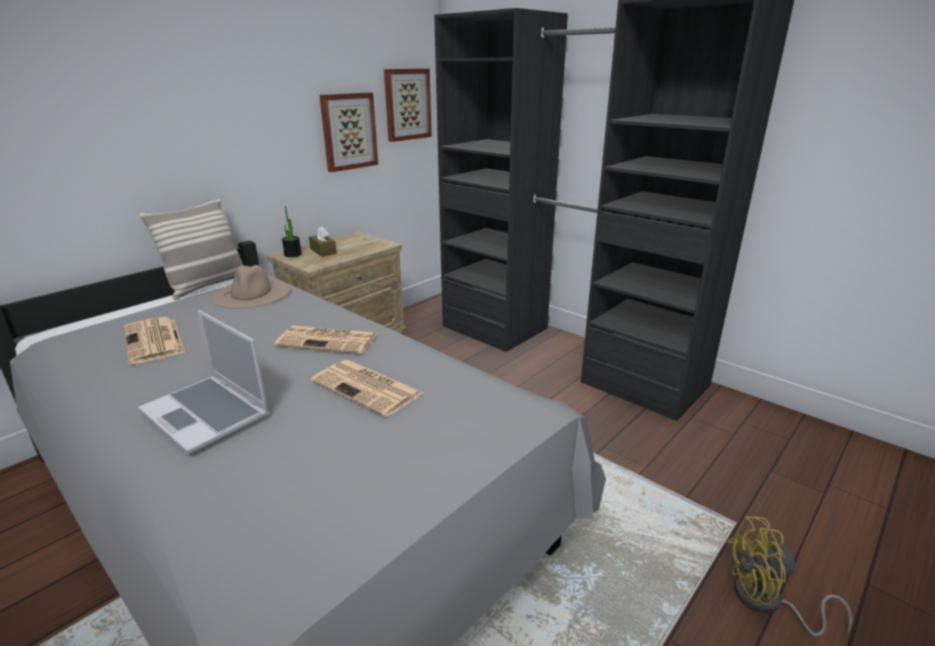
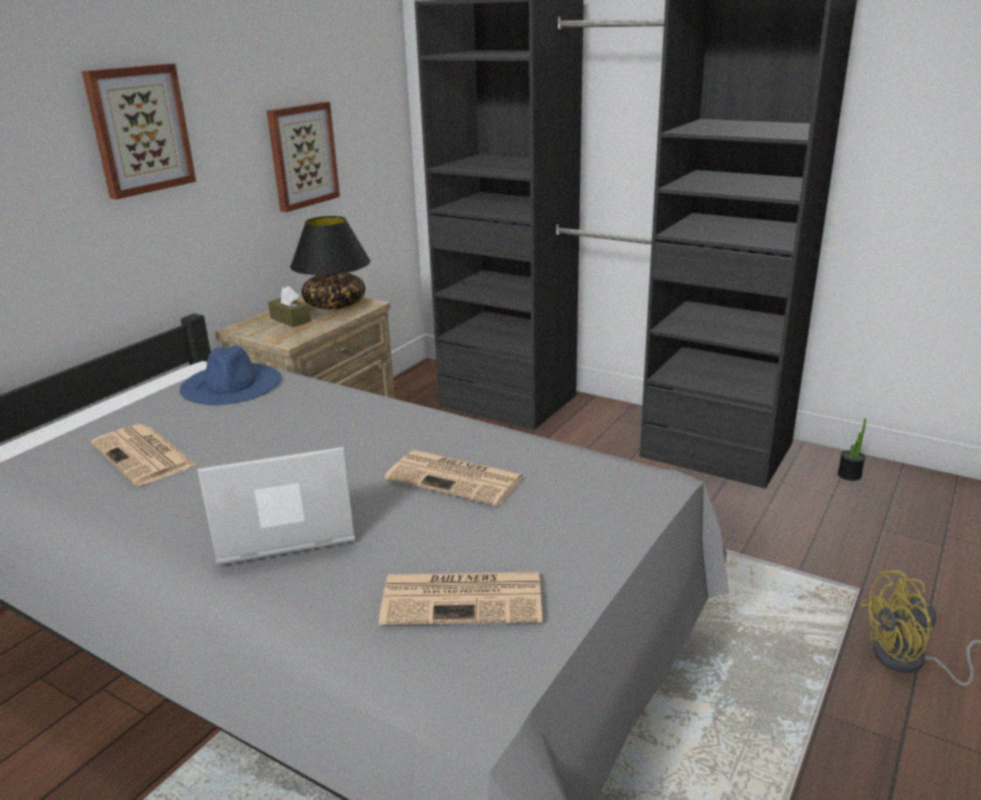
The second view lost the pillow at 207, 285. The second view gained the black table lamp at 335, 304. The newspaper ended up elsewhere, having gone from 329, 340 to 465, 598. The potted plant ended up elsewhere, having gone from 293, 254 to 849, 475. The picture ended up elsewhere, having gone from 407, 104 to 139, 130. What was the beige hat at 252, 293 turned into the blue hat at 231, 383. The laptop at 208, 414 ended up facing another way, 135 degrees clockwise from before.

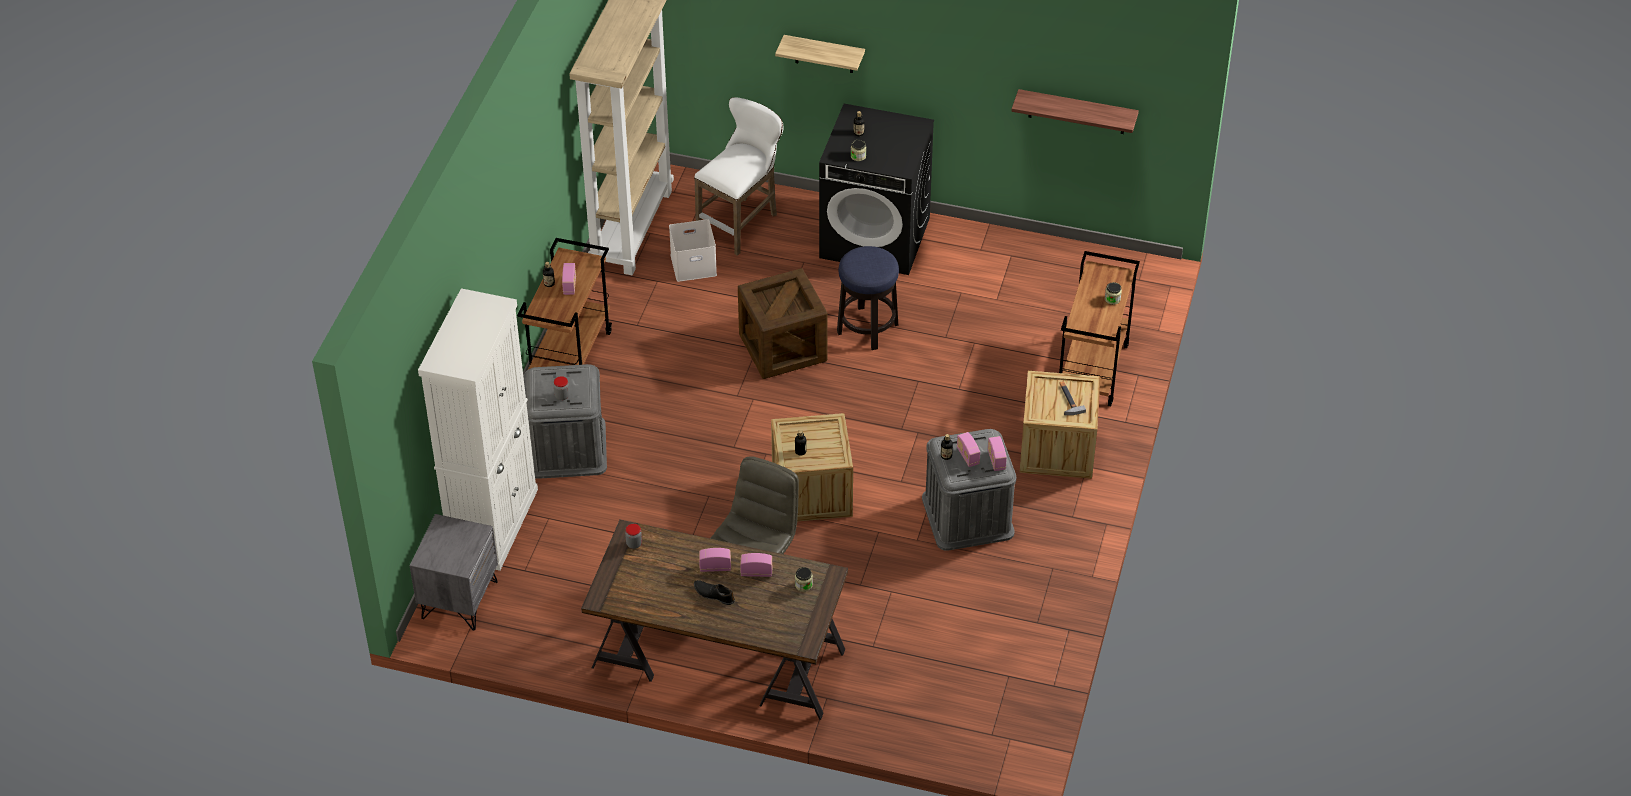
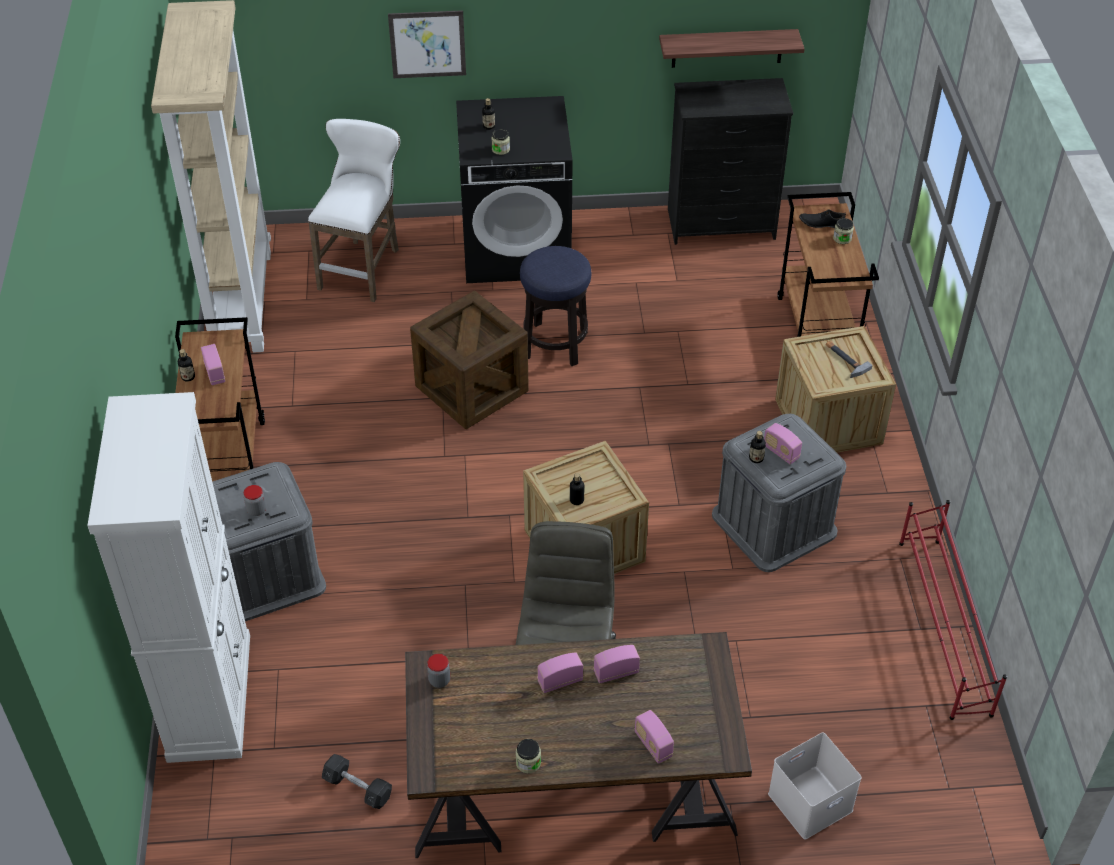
The second view lost the grey nightstand at 459, 599. The second view gained the grey dumbbell at 357, 788. The second view gained the black dresser at 721, 224. The second view gained the red shoe rack at 943, 627. The white storage box ended up elsewhere, having gone from 692, 266 to 810, 803. The black shoe ended up elsewhere, having gone from 714, 594 to 822, 223. The jar ended up elsewhere, having gone from 803, 585 to 528, 763. The radio ended up elsewhere, having gone from 996, 460 to 653, 745. Where the shelf hung at 824, 54, the picture came to hang at 427, 44.

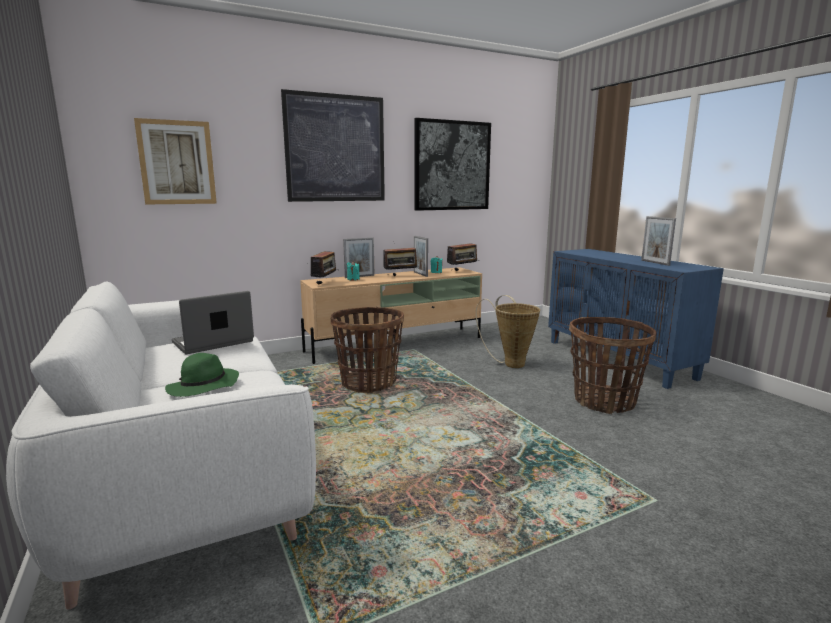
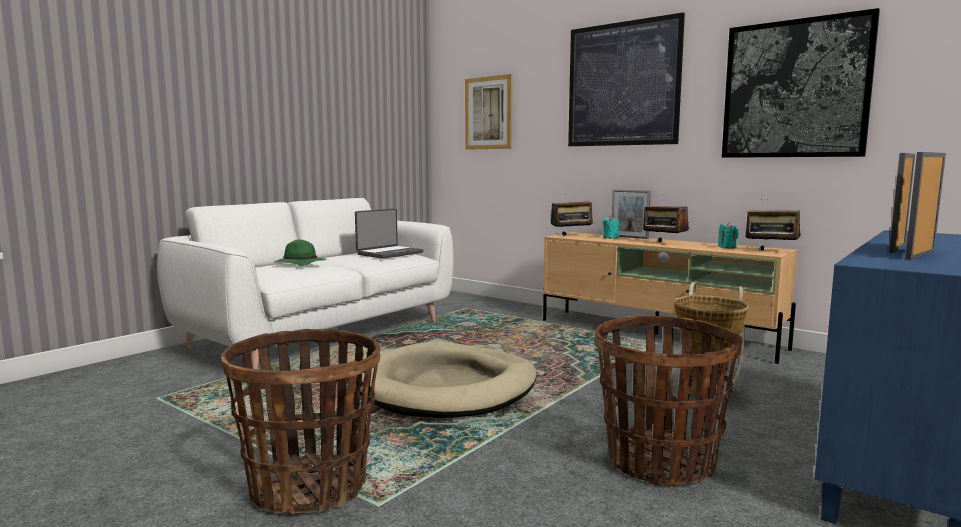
The second view gained the beige dog bed at 448, 387. The basket ended up elsewhere, having gone from 369, 383 to 309, 487. The picture frame ended up elsewhere, having gone from 420, 274 to 897, 248. The laptop at 213, 342 ended up facing another way, 105 degrees clockwise from before.

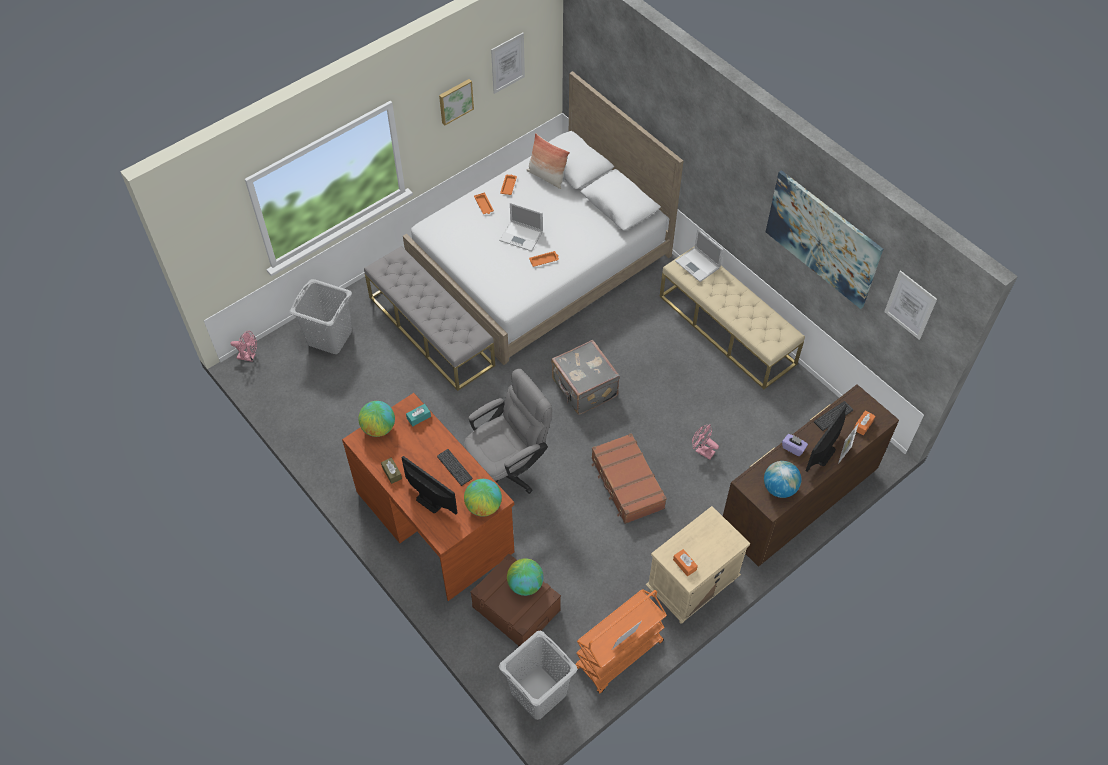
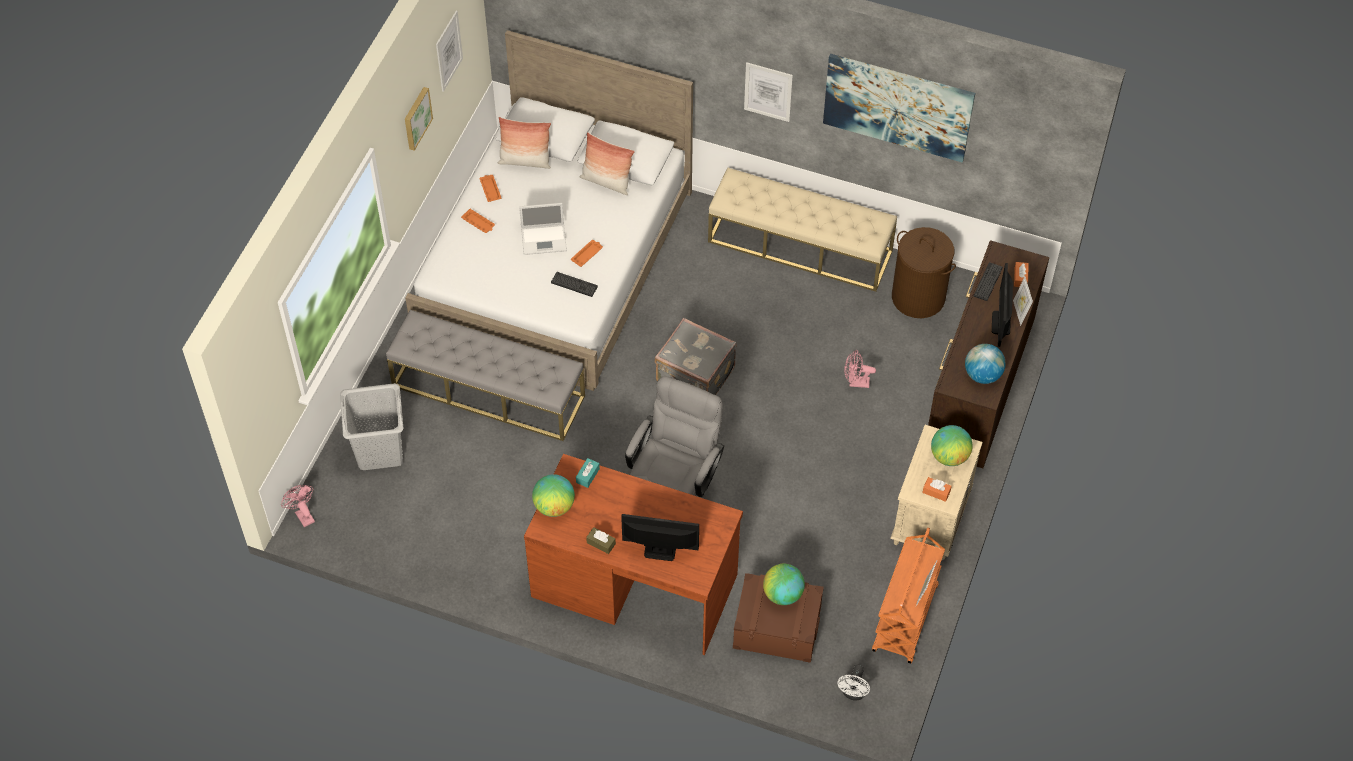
The second view lost the brown suitcase at 627, 484. The second view lost the laptop at 698, 265. The second view lost the purple tissue box at 793, 448. The second view gained the pillow at 606, 182. The second view gained the brown laundry basket at 918, 297. The keyboard ended up elsewhere, having gone from 454, 467 to 574, 284. The globe ended up elsewhere, having gone from 483, 506 to 949, 456. The picture ended up elsewhere, having gone from 910, 305 to 768, 91. Where the grey laundry basket stood at 539, 693, the white fan came to stand at 853, 693. The pink fan at 249, 357 ended up facing another way, 105 degrees counterclockwise from before.

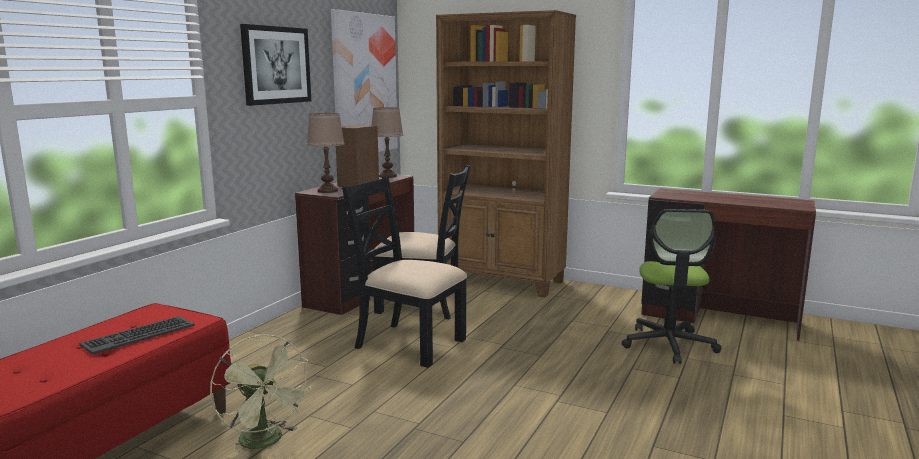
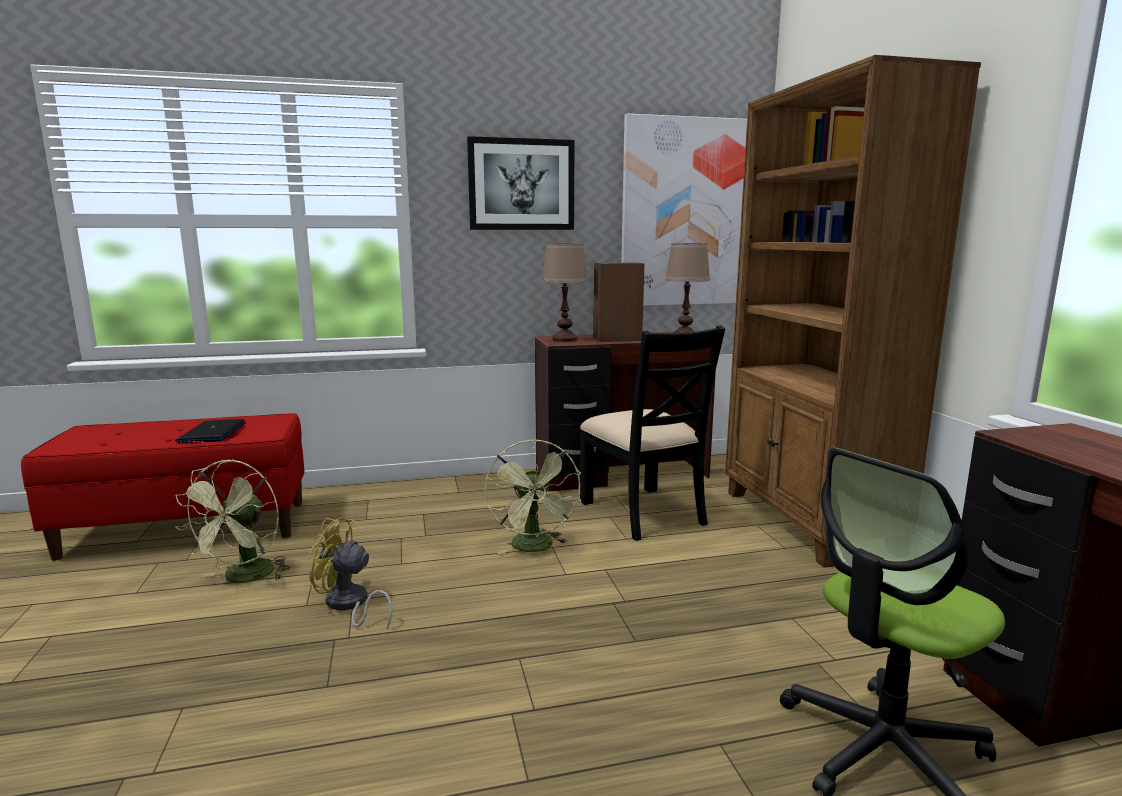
The second view gained the yellow fan at 349, 605. Where the keyboard stood at 138, 335, the laptop came to stand at 212, 433. Where the black chair stood at 408, 343, the green fan came to stand at 535, 548.

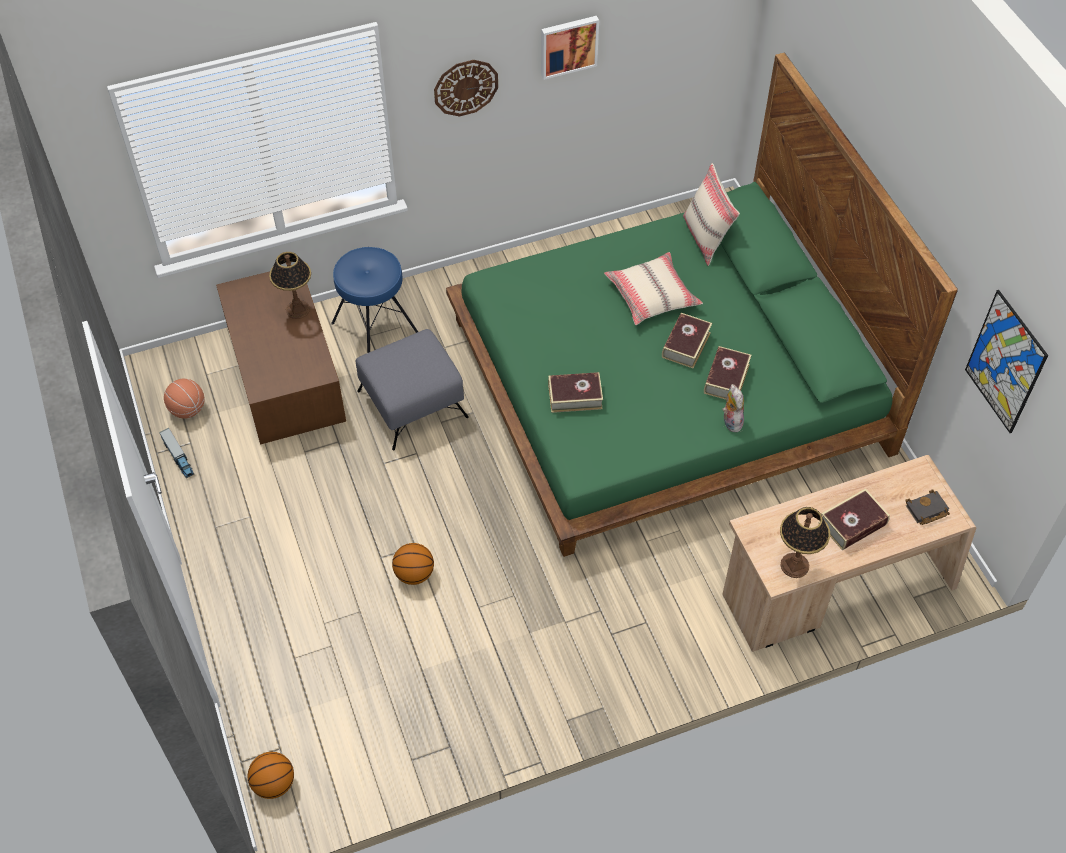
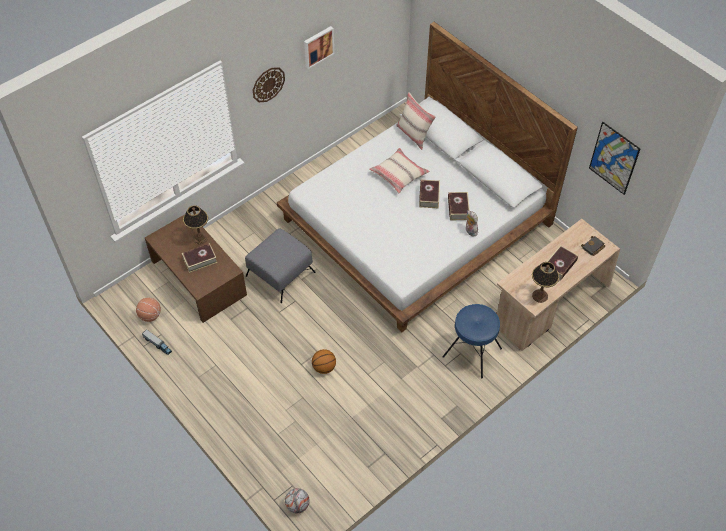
The blue stool ended up elsewhere, having gone from 375, 330 to 472, 353. The book ended up elsewhere, having gone from 575, 397 to 200, 260. Where the basketball stood at 273, 783, the football came to stand at 297, 505. What was the green bed at 665, 382 turned into the white bed at 415, 221.

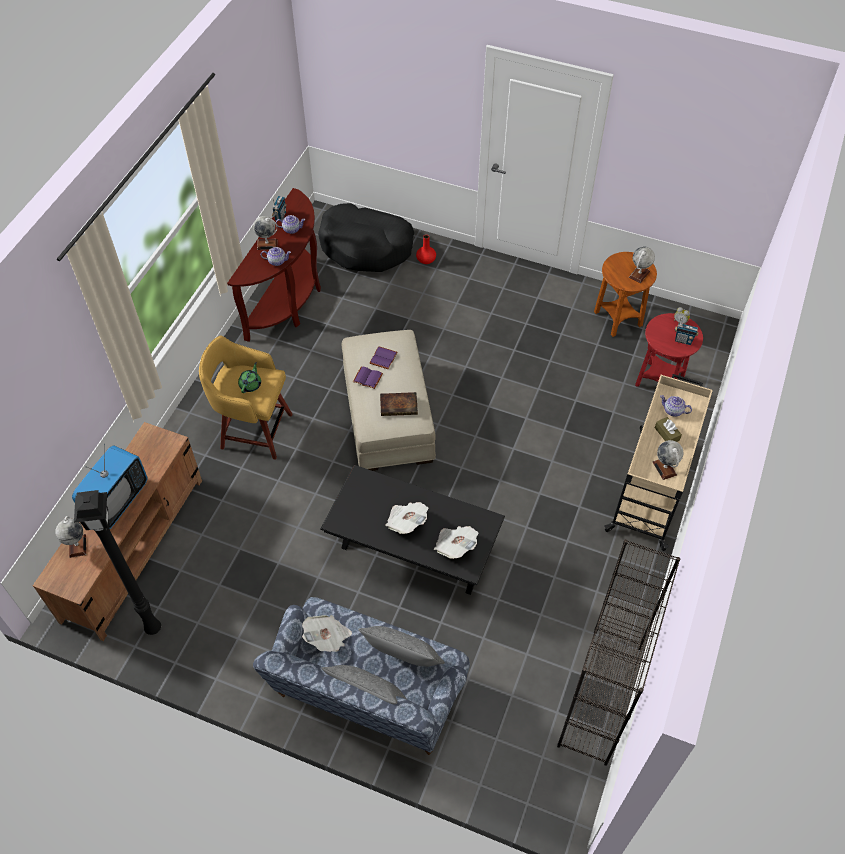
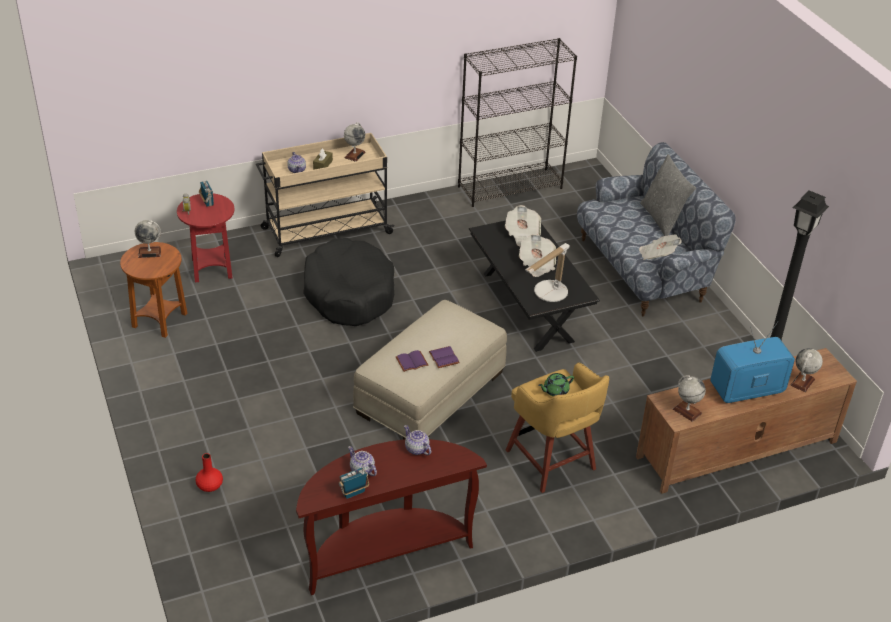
The second view lost the grey pillow at 403, 661. The second view lost the book at 399, 405. The second view gained the table lamp at 547, 294. The globe ended up elsewhere, having gone from 267, 244 to 687, 411. The black dog bed ended up elsewhere, having gone from 366, 247 to 349, 293.

